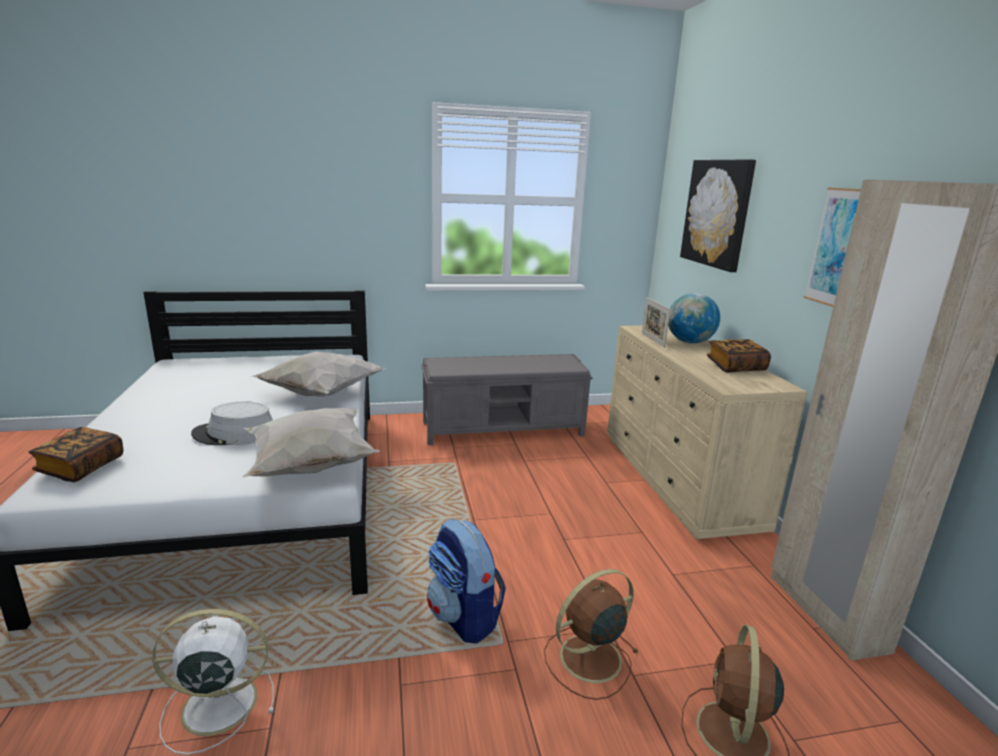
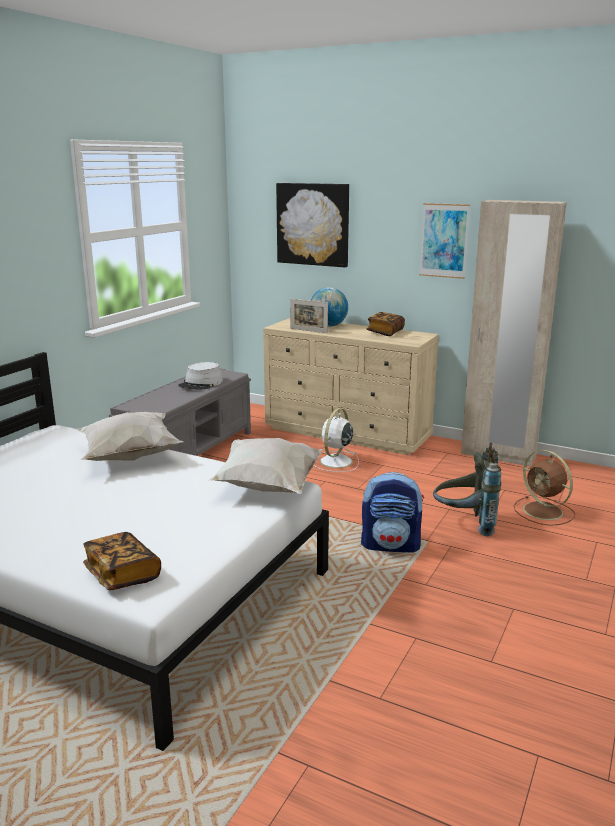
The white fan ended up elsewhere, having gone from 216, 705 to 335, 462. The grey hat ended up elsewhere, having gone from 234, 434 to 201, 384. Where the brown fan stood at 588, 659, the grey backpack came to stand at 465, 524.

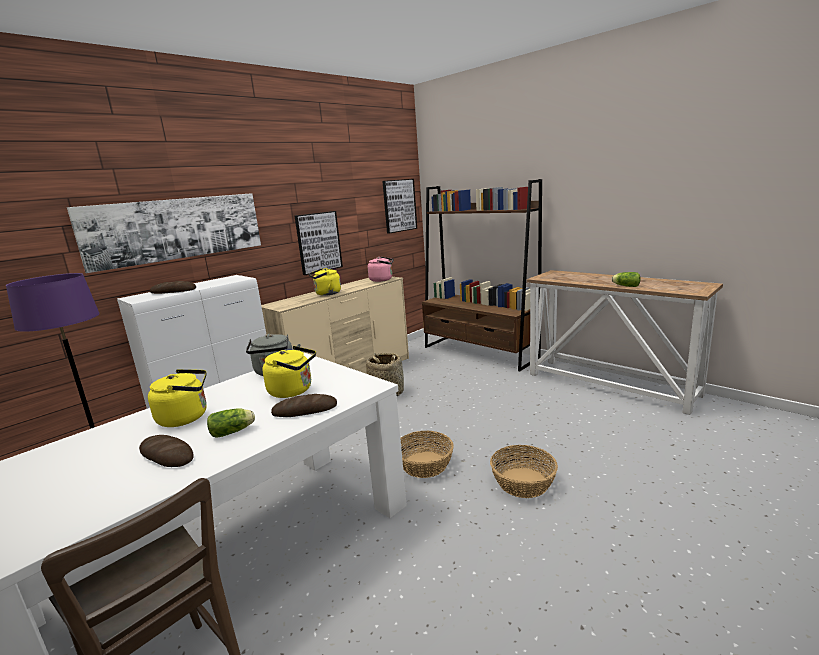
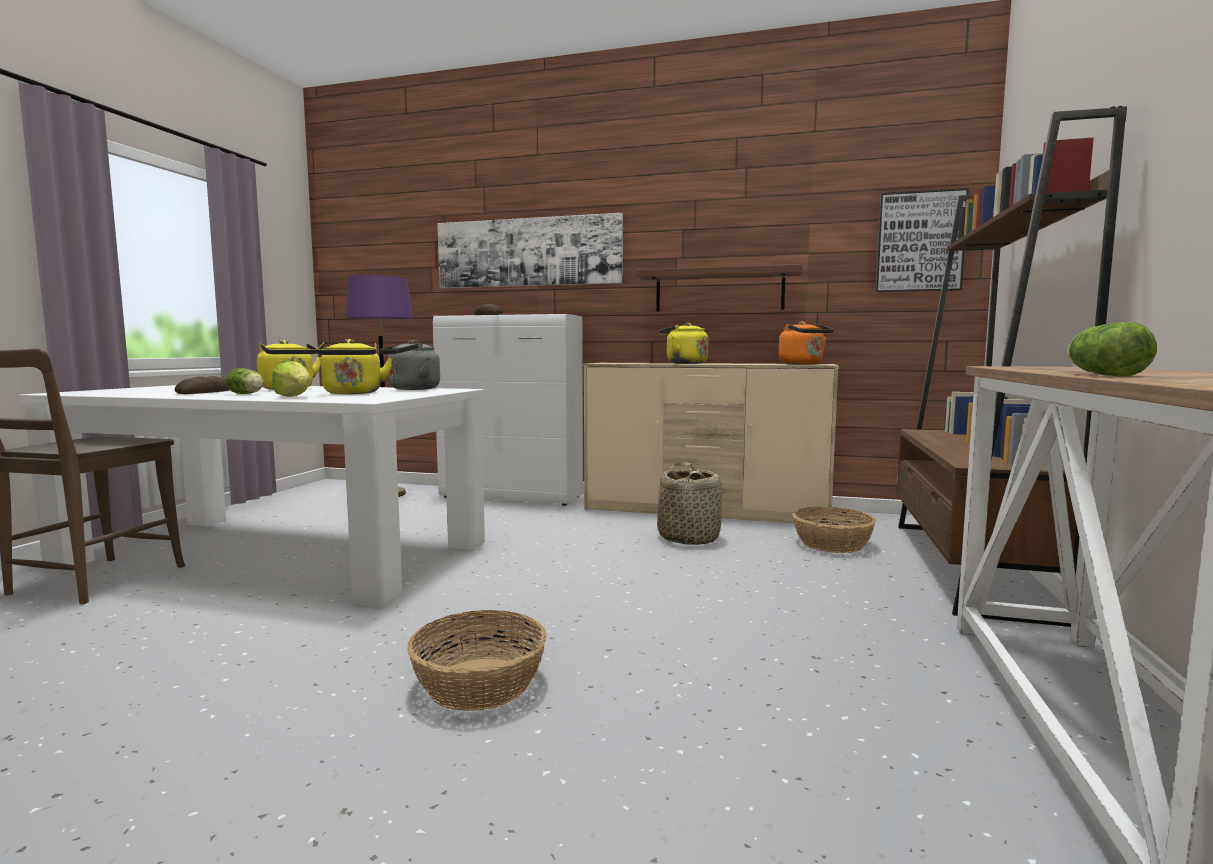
The basket ended up elsewhere, having gone from 425, 464 to 832, 544. Where the bread stood at 305, 410, the lettuce came to stand at 294, 397. Where the picture hung at 318, 242, the shelf came to hang at 719, 291. What was the pink kettle at 382, 280 turned into the orange kettle at 803, 364.

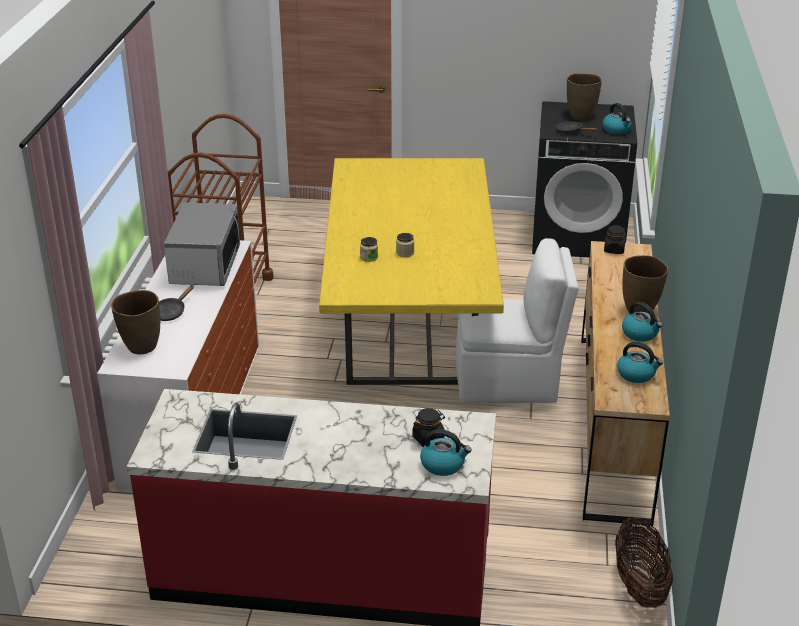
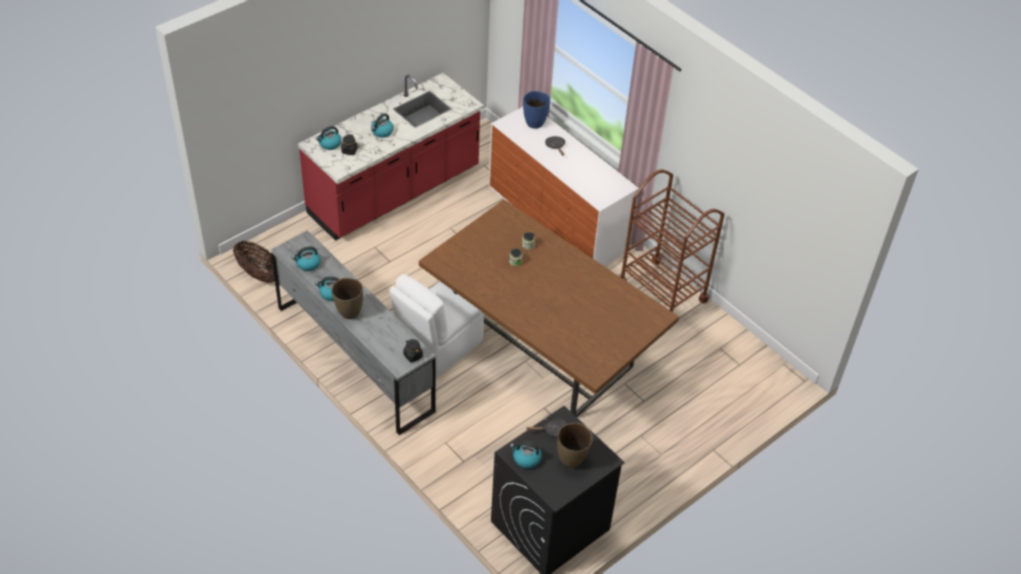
The second view lost the microwave at 205, 266. The second view gained the kettle at 382, 132. What was the brown vase at 141, 347 turned into the blue vase at 534, 123. What was the yellow dining table at 409, 326 turned into the brown dining table at 541, 348. What was the brown dresser at 612, 423 turned into the grey dresser at 355, 358.

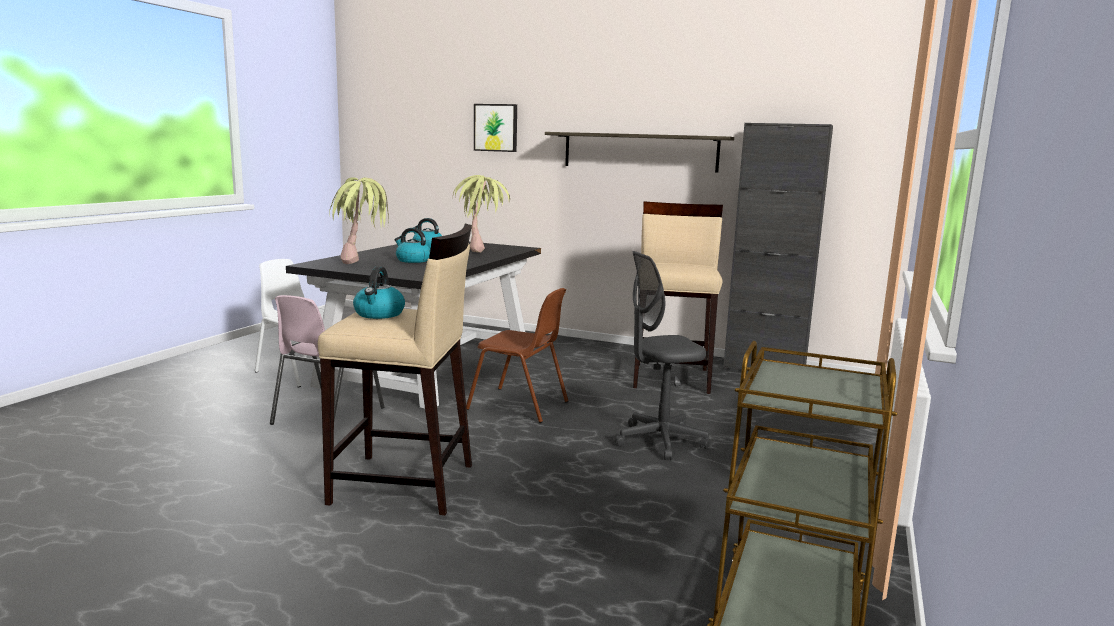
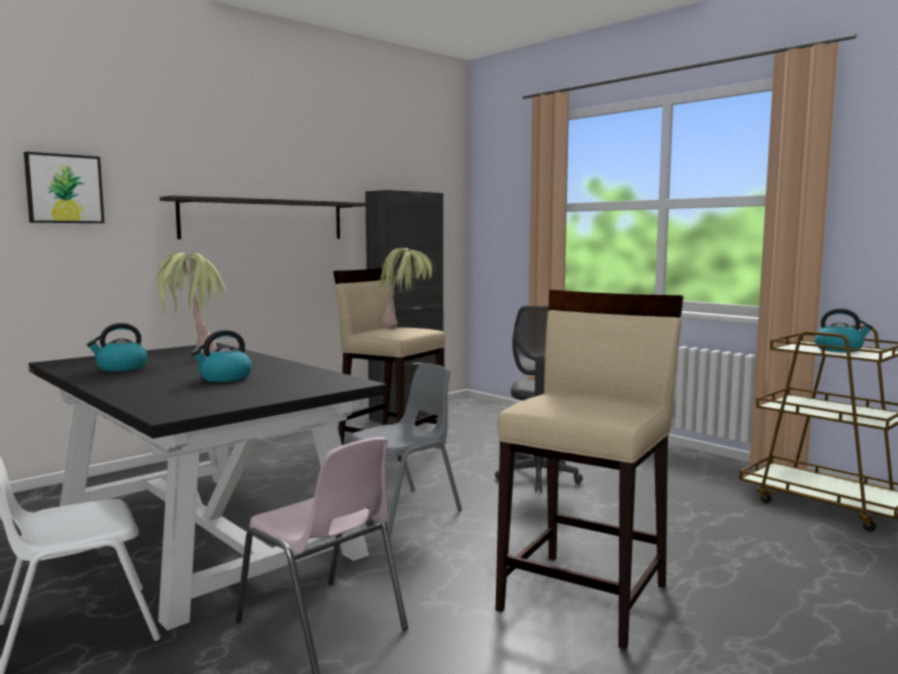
The potted plant ended up elsewhere, having gone from 362, 266 to 406, 327. The kettle ended up elsewhere, having gone from 379, 314 to 839, 349. What was the brown chair at 519, 406 turned into the grey chair at 402, 511.

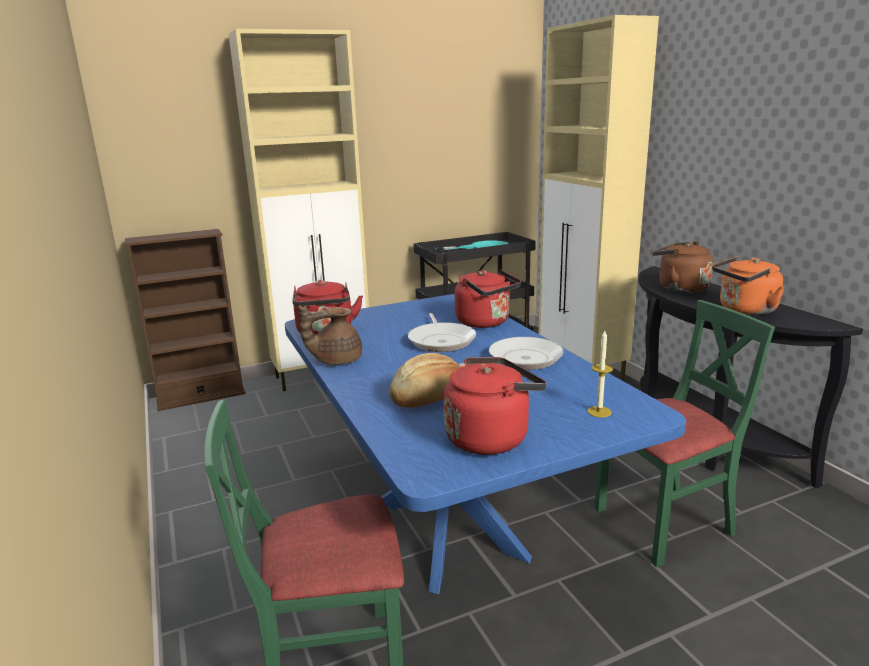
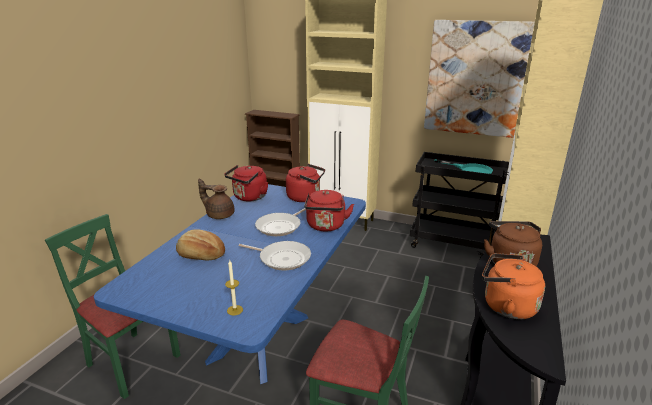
The second view gained the picture at 484, 79. The red kettle ended up elsewhere, having gone from 490, 437 to 306, 197.

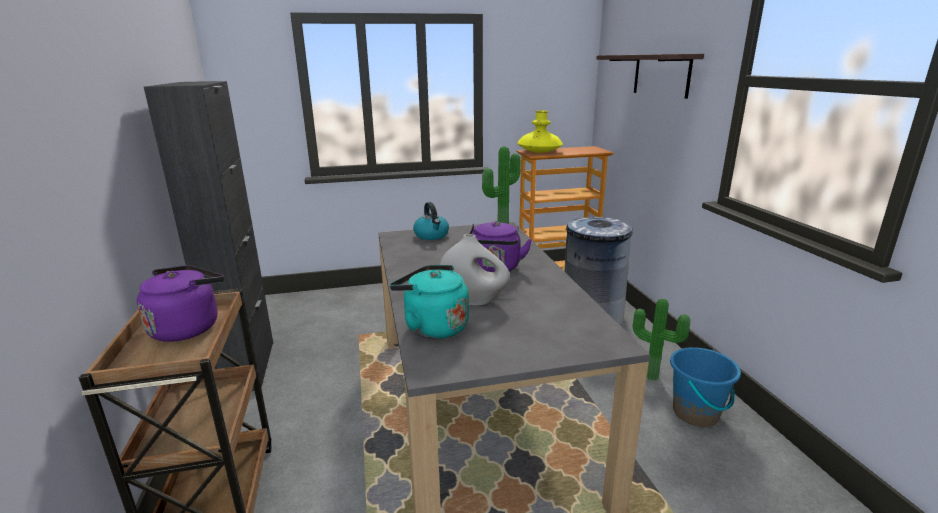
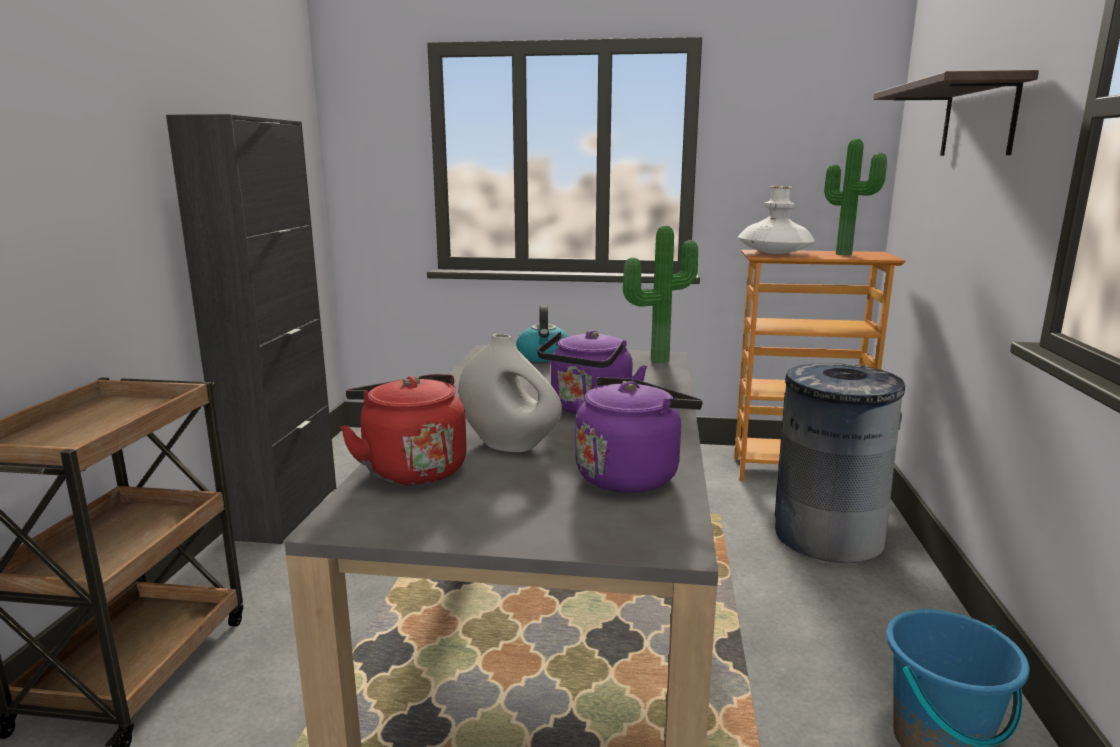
The purple kettle ended up elsewhere, having gone from 188, 327 to 630, 475. The potted plant ended up elsewhere, having gone from 652, 375 to 845, 254. What was the turquoise kettle at 432, 327 turned into the red kettle at 411, 469. What was the yellow vase at 539, 152 turned into the white vase at 774, 253.

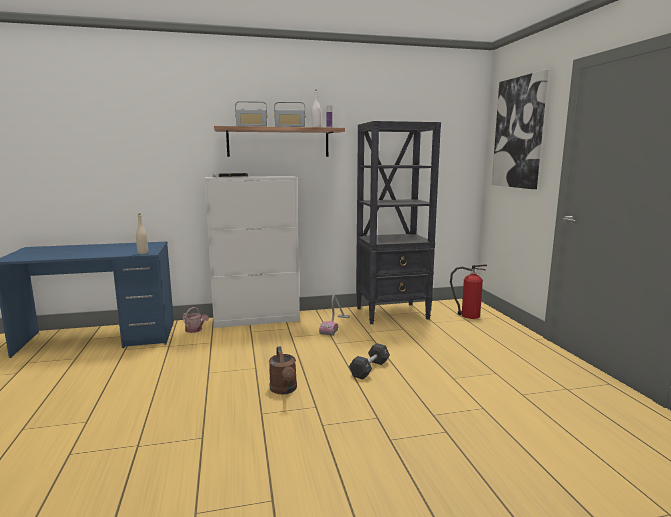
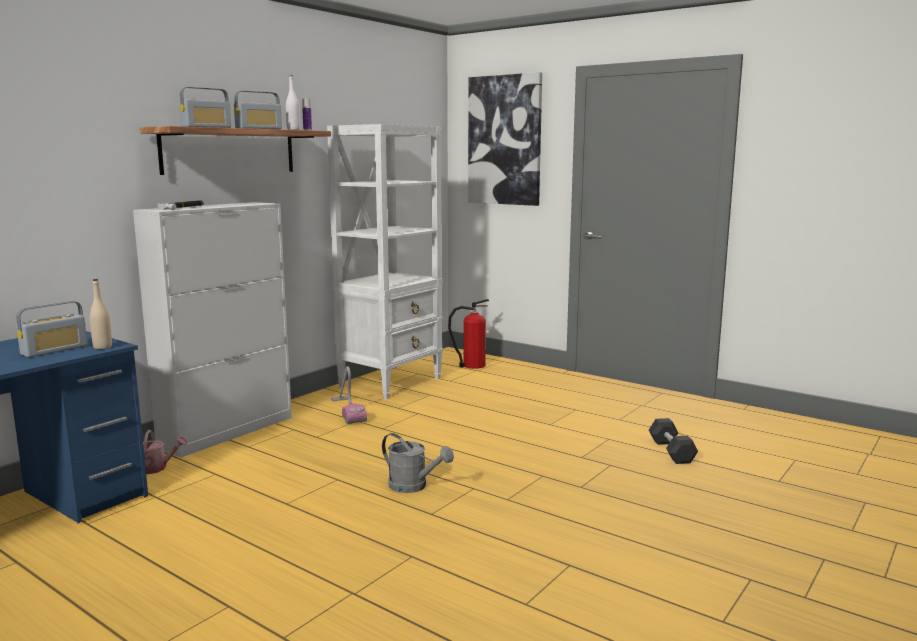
The second view gained the radio at 54, 350. The black dumbbell ended up elsewhere, having gone from 369, 369 to 671, 451. What was the brown watering can at 284, 390 turned into the grey watering can at 414, 486. What was the black bookcase at 393, 313 turned into the white bookcase at 391, 382.

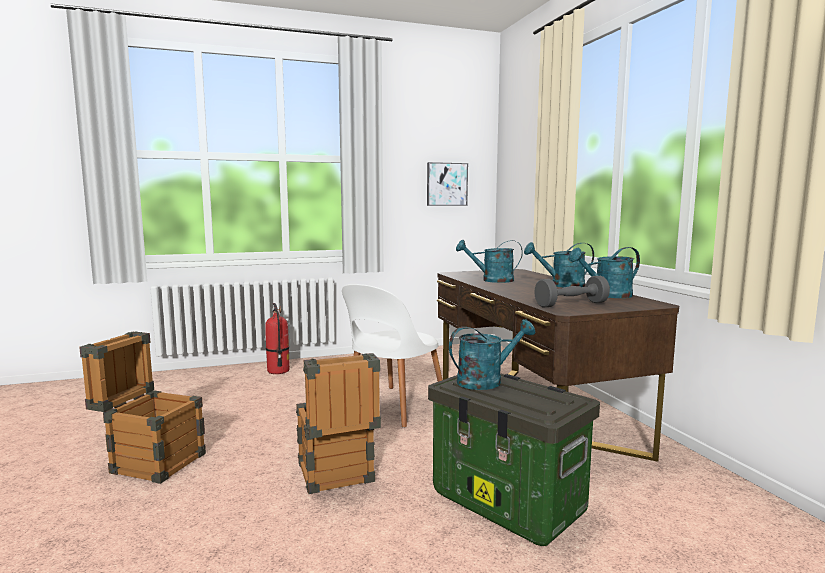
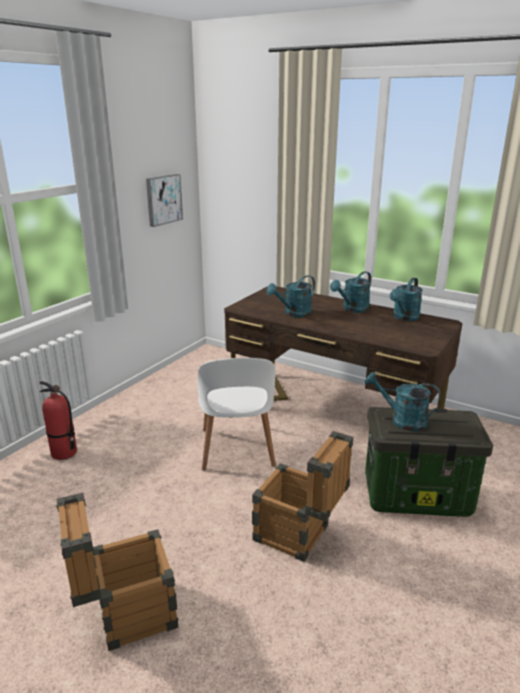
The second view lost the grey dumbbell at 571, 304. The turquoise watering can at 486, 381 ended up facing another way, 90 degrees counterclockwise from before.

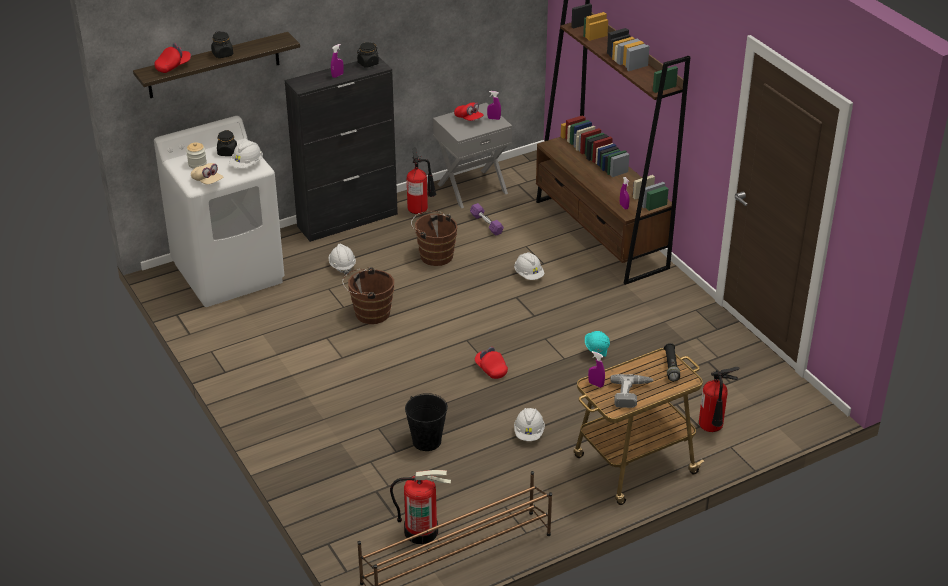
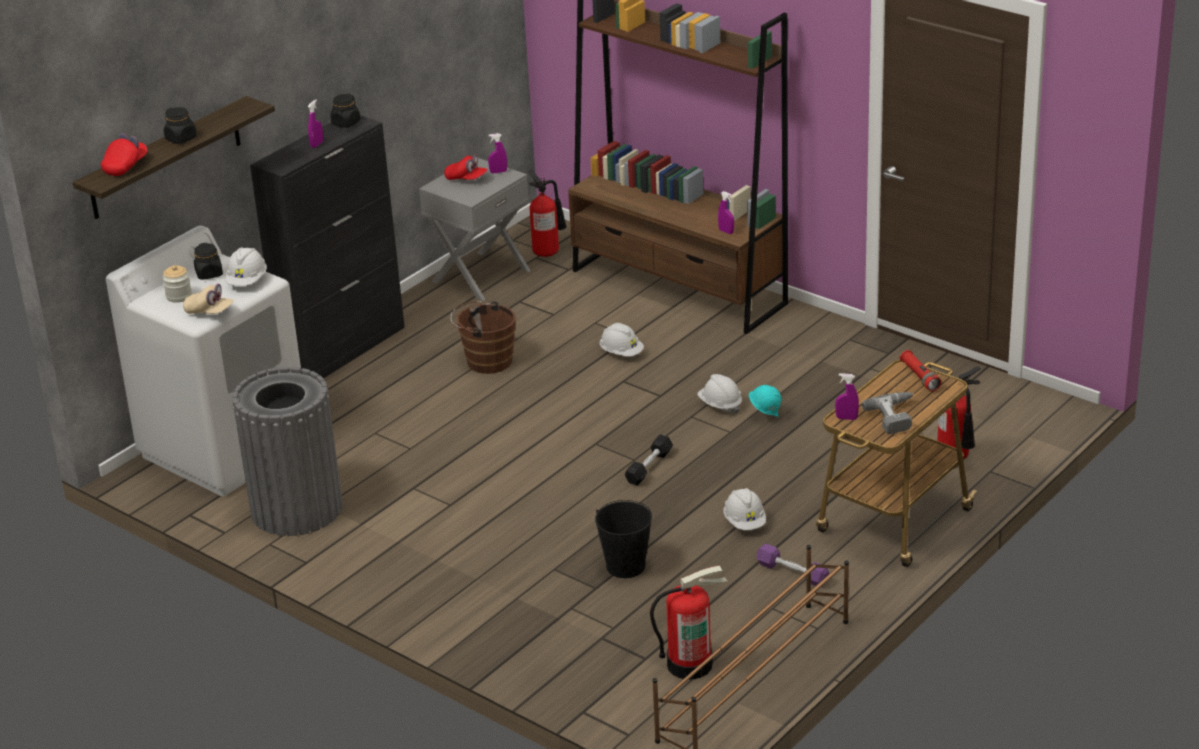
The second view lost the brown bucket at 369, 313. The second view gained the grey trash can at 296, 509. The white hard hat ended up elsewhere, having gone from 342, 266 to 720, 405. The fire extinguisher ended up elsewhere, having gone from 420, 210 to 548, 251. The purple dumbbell ended up elsewhere, having gone from 486, 224 to 793, 573. Where the red cap stood at 491, 369, the black dumbbell came to stand at 649, 467. What was the black flashlight at 671, 366 turned into the red flashlight at 920, 377.

